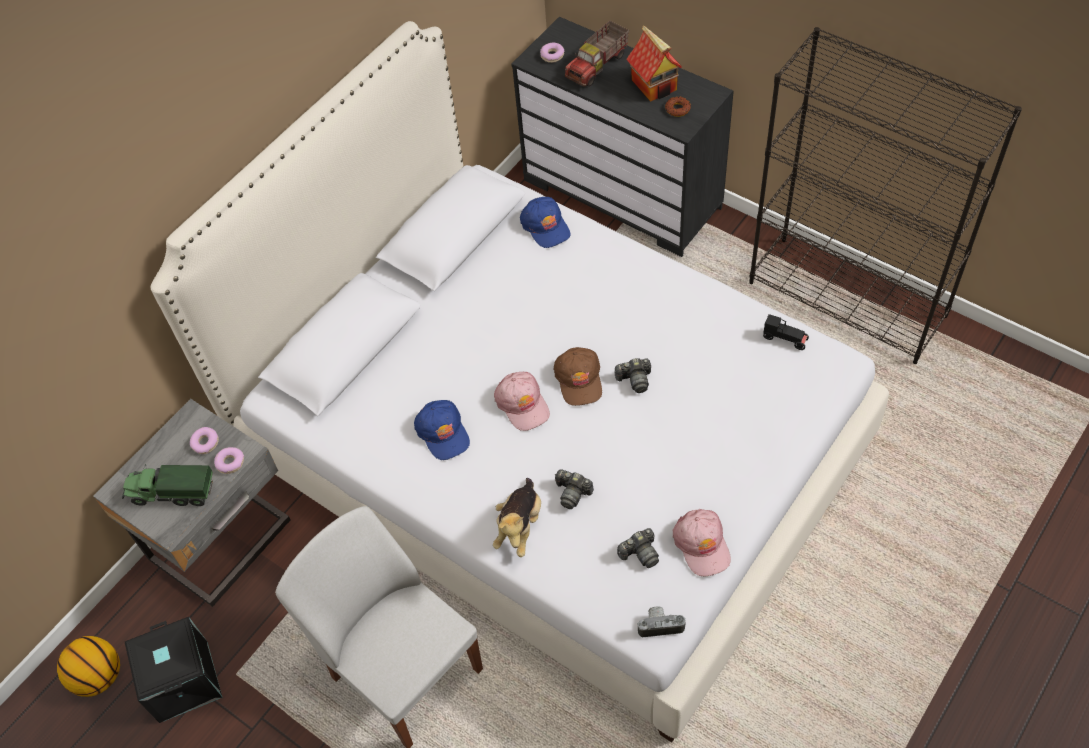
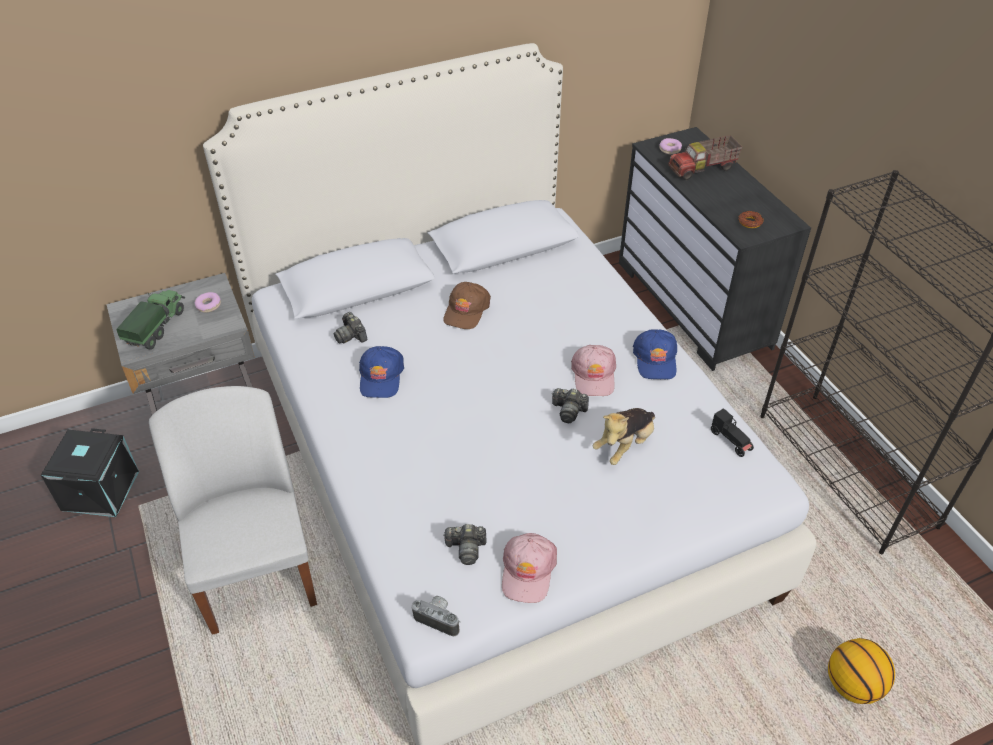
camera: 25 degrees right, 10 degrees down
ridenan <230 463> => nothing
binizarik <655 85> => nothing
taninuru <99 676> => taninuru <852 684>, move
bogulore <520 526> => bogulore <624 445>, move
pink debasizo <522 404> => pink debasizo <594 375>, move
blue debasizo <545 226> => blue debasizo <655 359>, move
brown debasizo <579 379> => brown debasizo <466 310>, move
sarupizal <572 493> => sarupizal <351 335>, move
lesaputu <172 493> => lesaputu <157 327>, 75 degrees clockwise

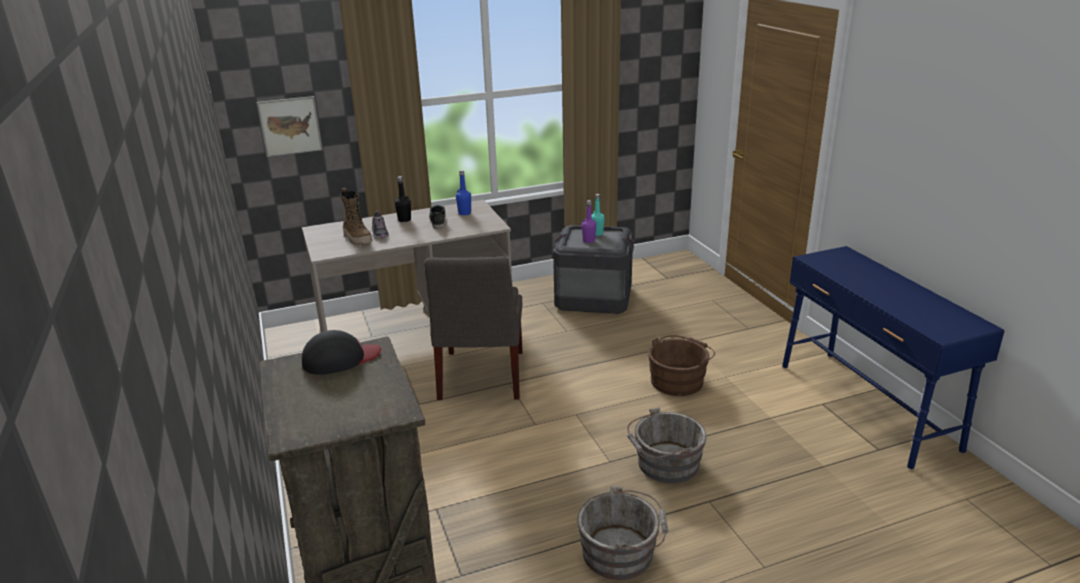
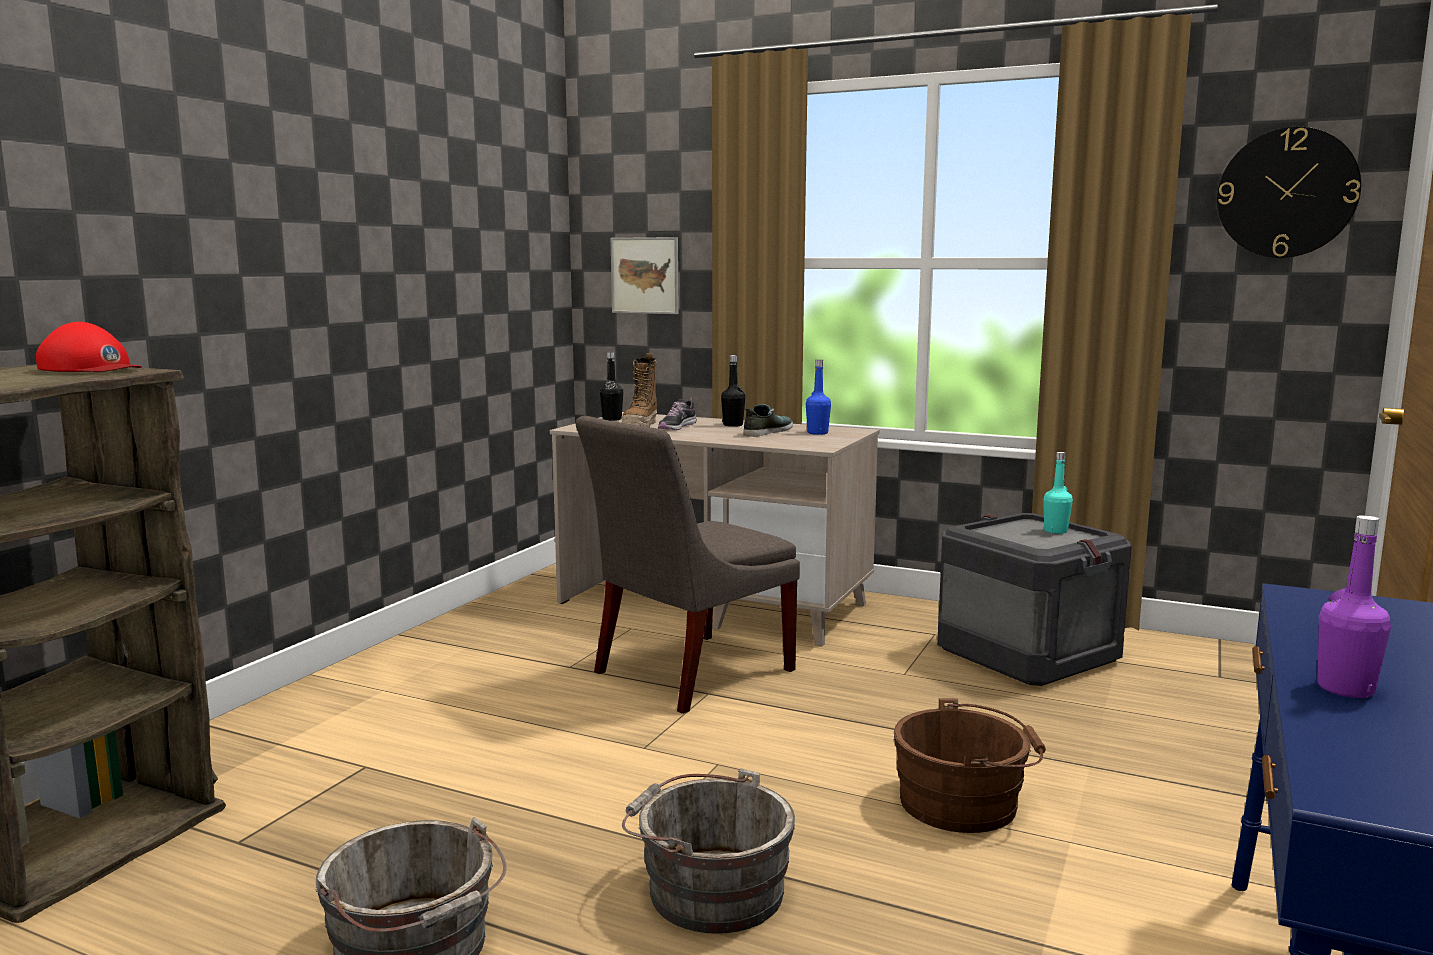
camera: 45 degrees right, 15 degrees down
nothing => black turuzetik <612 419>
nothing => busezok <1286 193>
purple turuzetik <588 240> => purple turuzetik <1345 689>, move
black debasizo <340 359> => red debasizo <91 368>

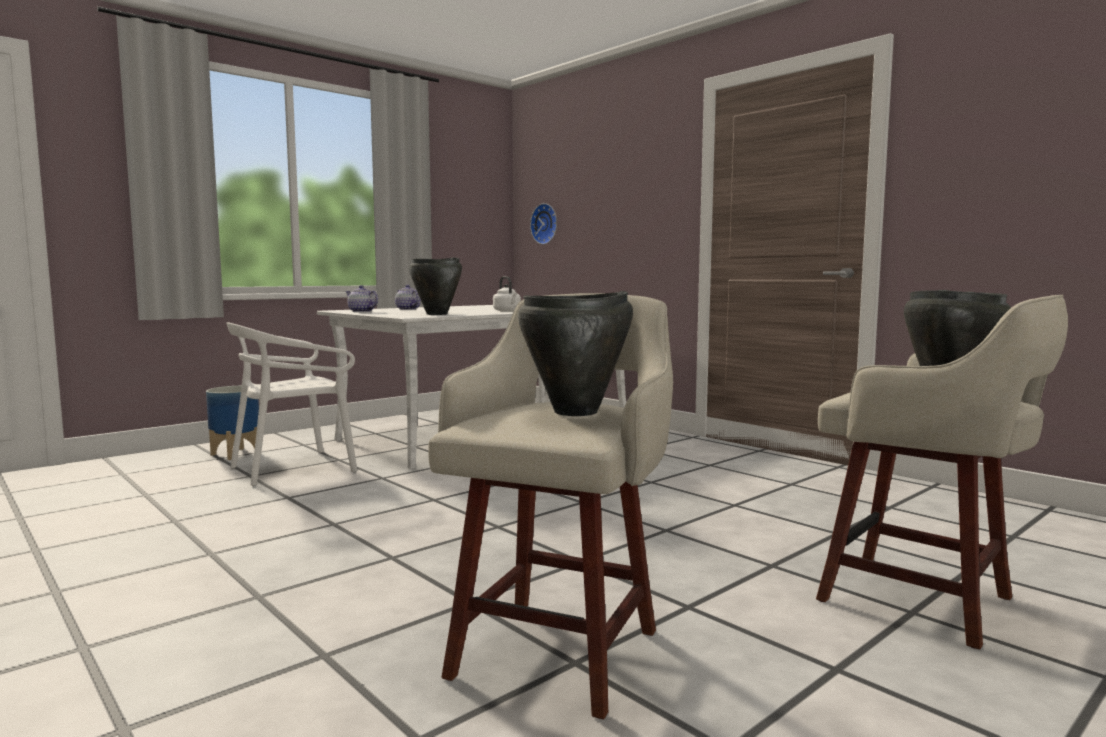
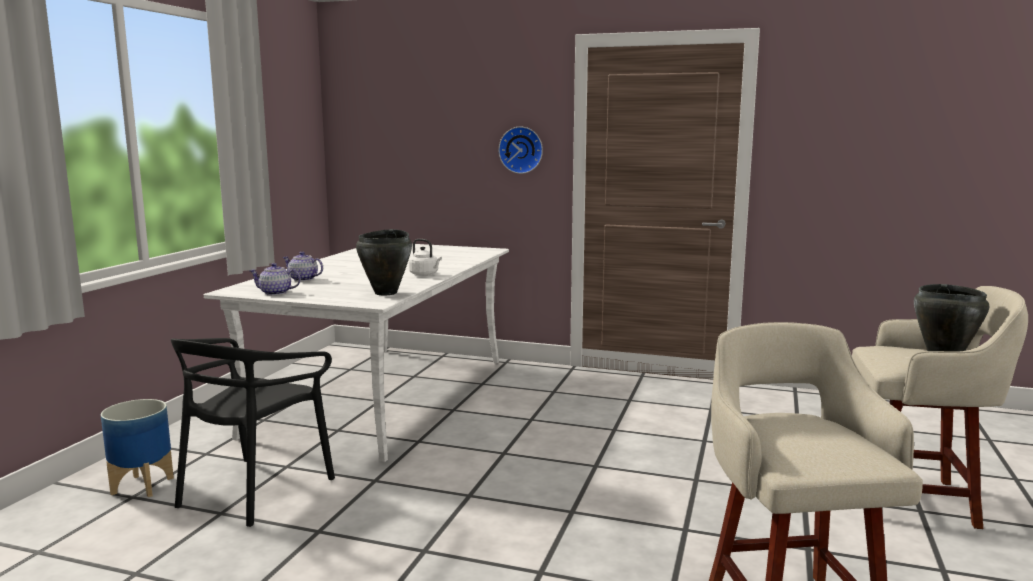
camera: 30 degrees left, 5 degrees up
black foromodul <576 412> => nothing
busezok <546 224> => busezok <521 150>, move
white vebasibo <294 468> => black vebasibo <255 490>

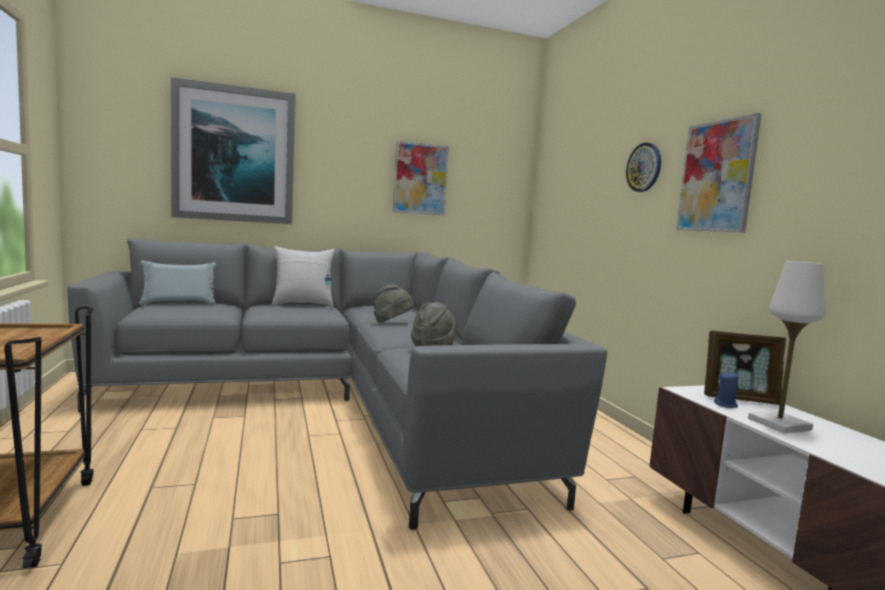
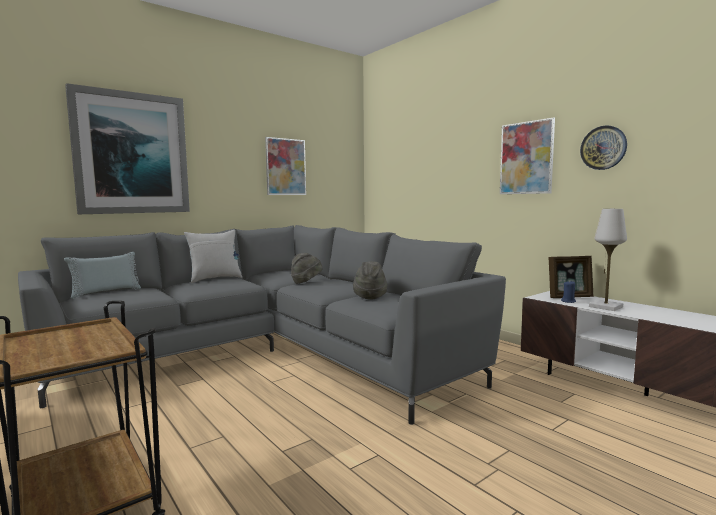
camera: 20 degrees left, 0 degrees up
busezok <644 167> => busezok <603 148>, move

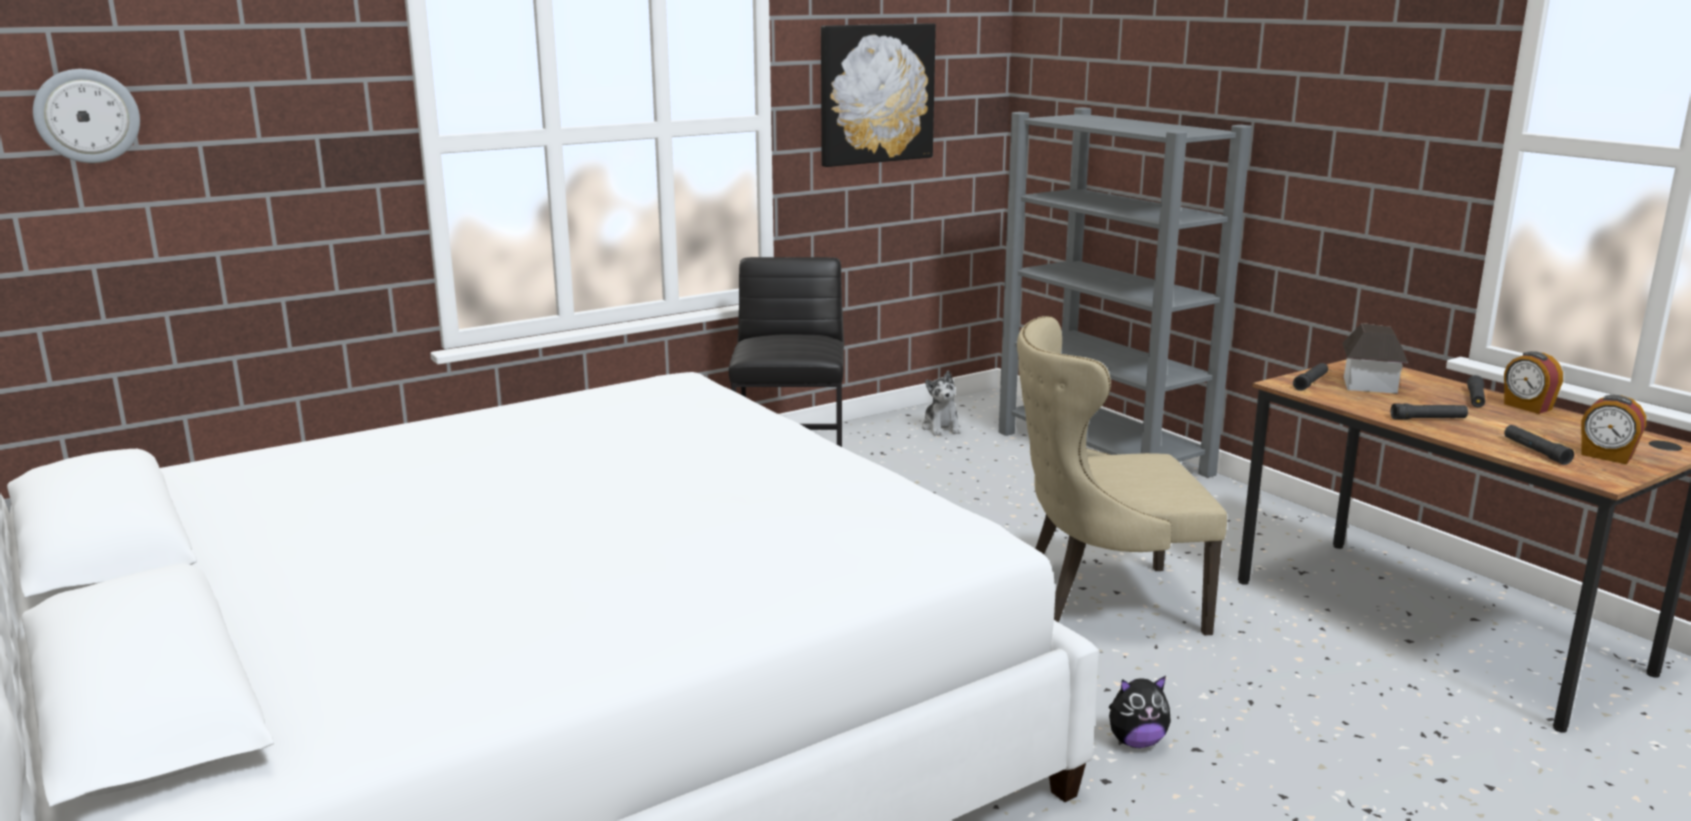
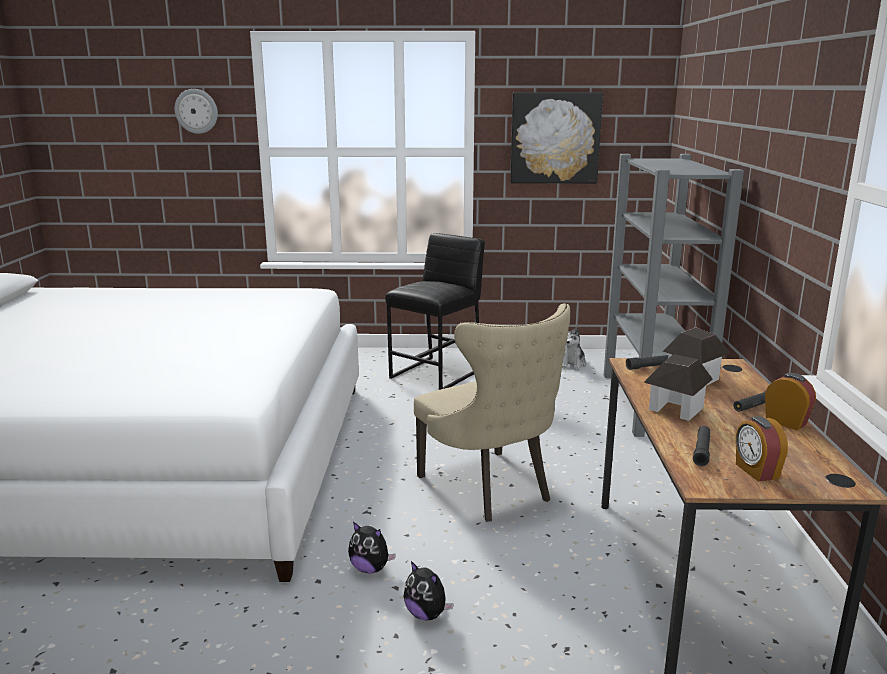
camera: 35 degrees right, 0 degrees up
nothing => bogulore <427 614>
busezok <87 116> => busezok <196 111>, move
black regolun <1428 419> => binizarik <675 409>
beige vebasibo <1102 603> => beige vebasibo <490 488>, 150 degrees counterclockwise
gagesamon <1527 407> => gagesamon <786 422>, 135 degrees clockwise

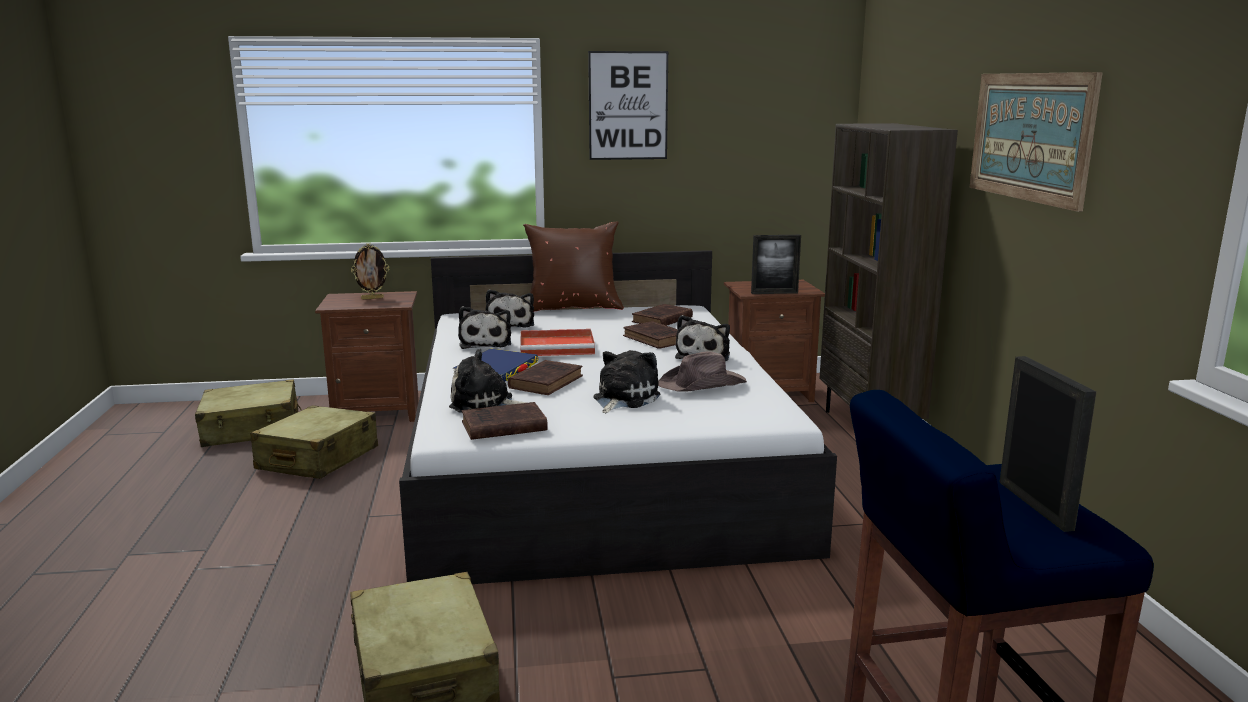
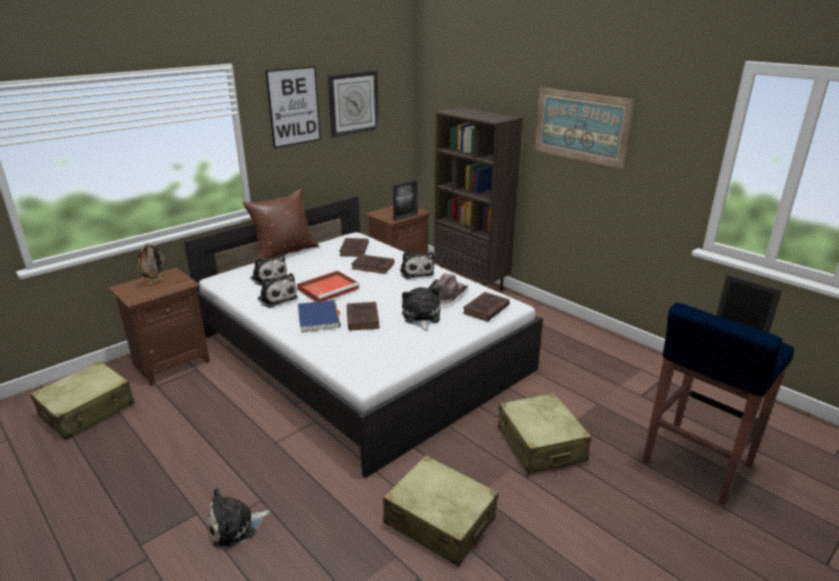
camera: 35 degrees left, 10 degrees up
nothing => busezok <353 103>
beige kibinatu <317 459> => beige kibinatu <540 444>, move
bogulore <486 404> => bogulore <235 526>, move
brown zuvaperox <501 427> => brown zuvaperox <485 310>, move

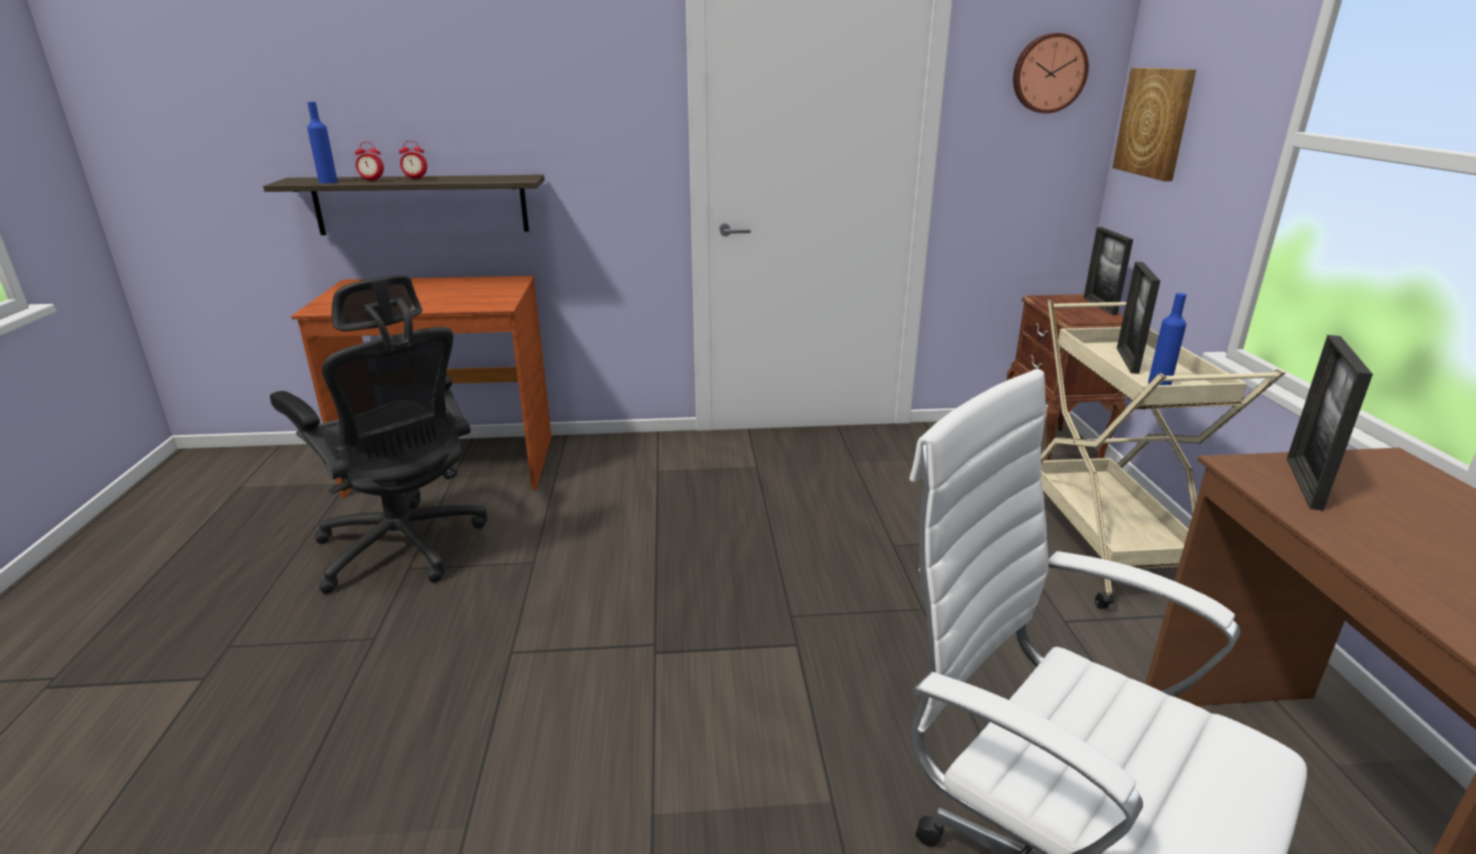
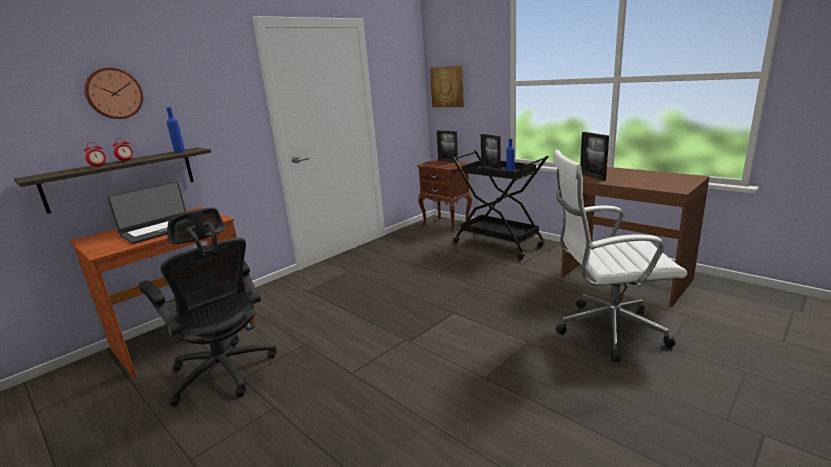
camera: 40 degrees left, 5 degrees down
nothing => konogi <161 230>
blue turuzetik <328 182> => blue turuzetik <179 152>, move
busezok <1048 73> => busezok <113 93>, move
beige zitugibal <1098 547> => black zitugibal <498 245>
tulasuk <404 551> => tulasuk <224 375>, 45 degrees clockwise

